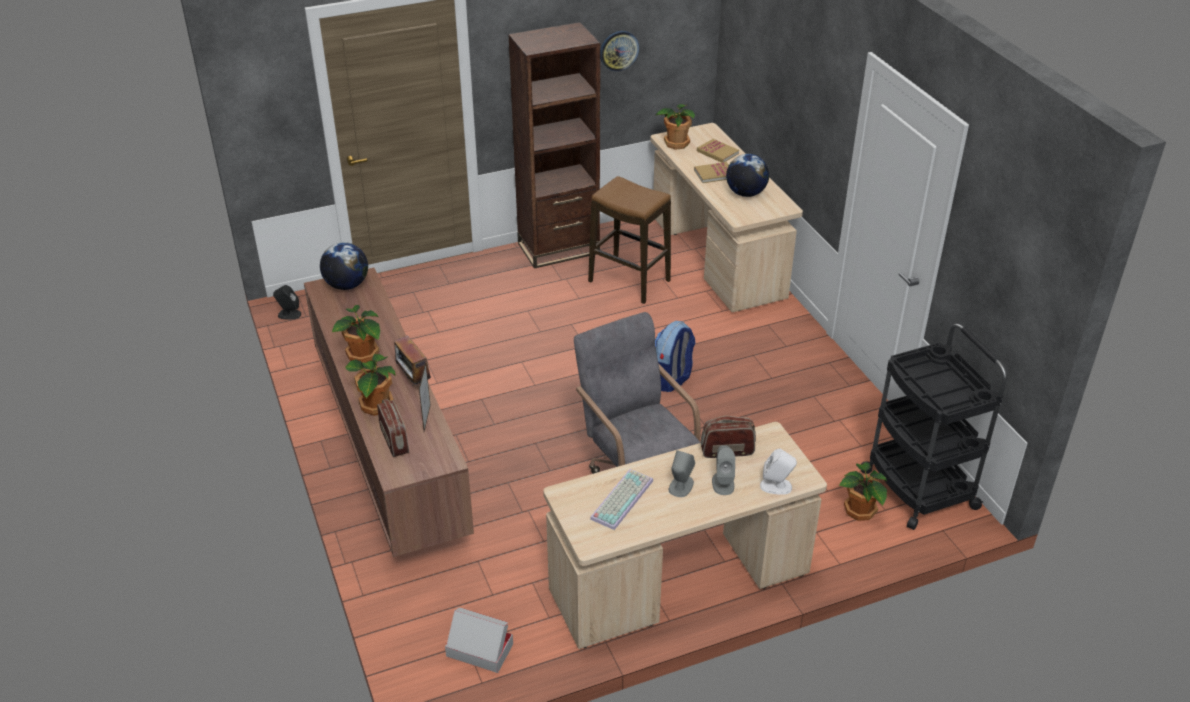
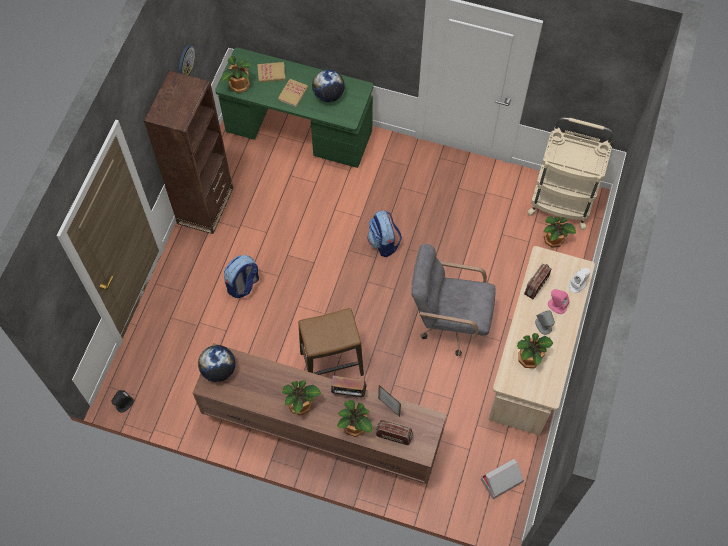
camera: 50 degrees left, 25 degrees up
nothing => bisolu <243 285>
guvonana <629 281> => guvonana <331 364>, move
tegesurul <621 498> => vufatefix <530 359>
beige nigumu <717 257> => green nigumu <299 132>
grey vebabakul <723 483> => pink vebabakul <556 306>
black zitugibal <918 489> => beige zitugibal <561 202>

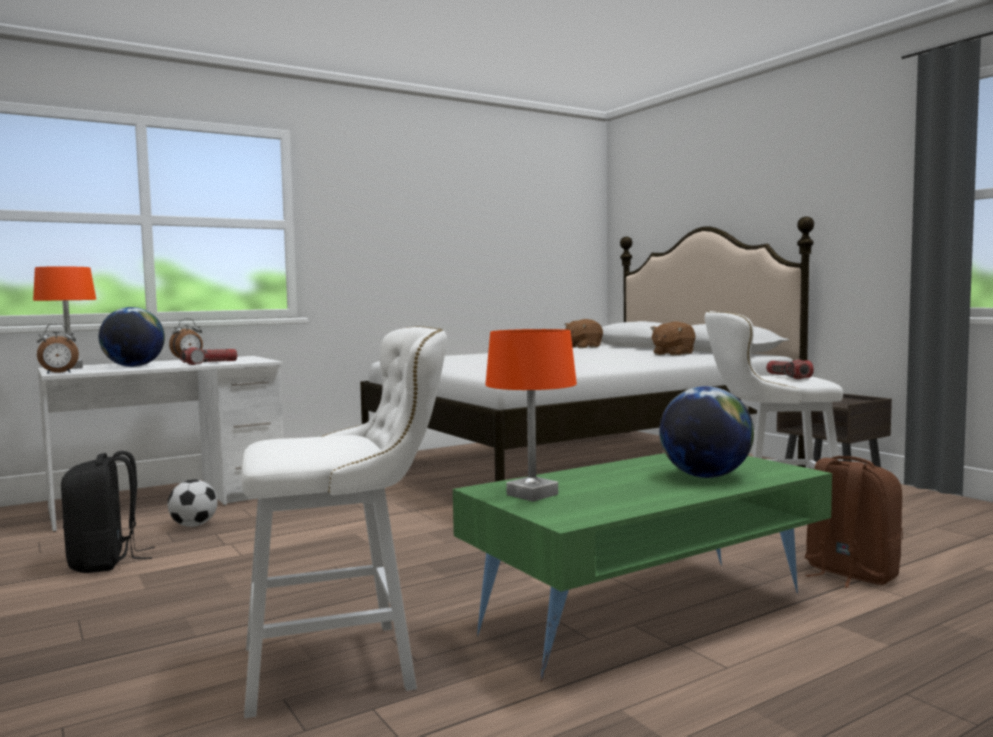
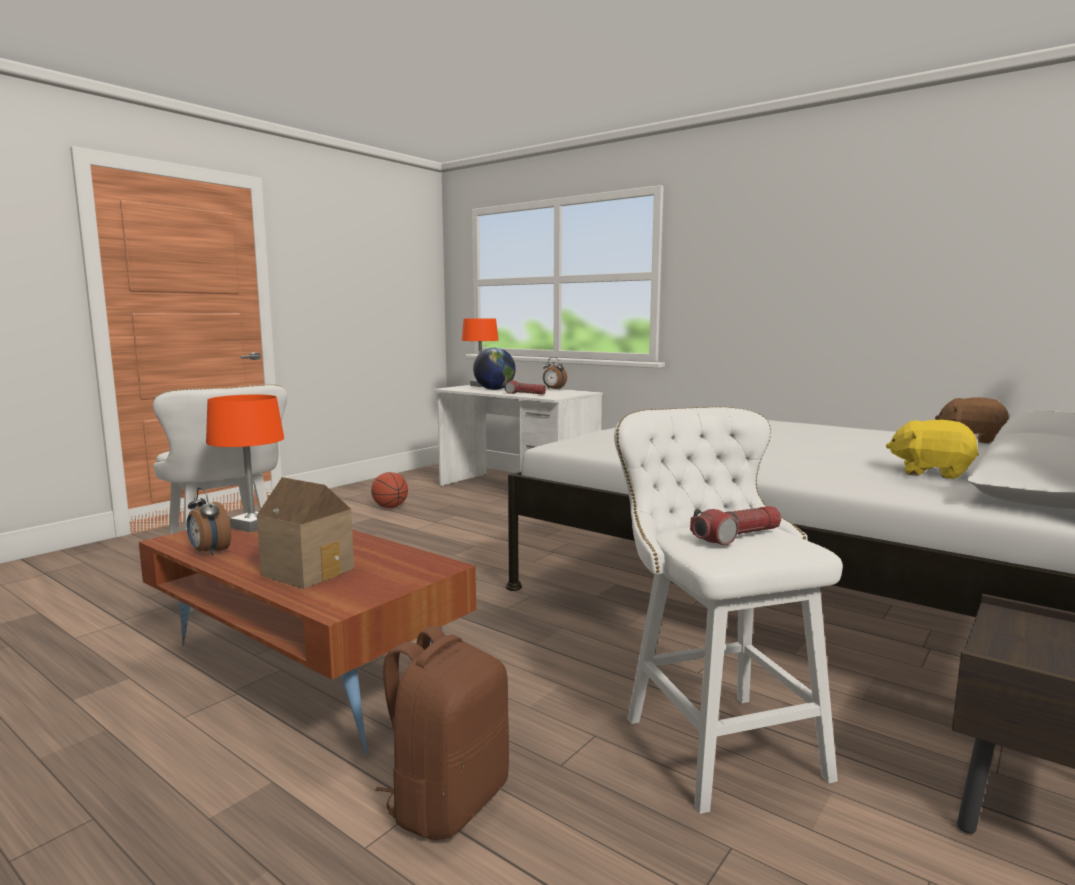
camera: 70 degrees right, 5 degrees up
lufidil <193 525> => nothing
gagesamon <59 373> => gagesamon <209 552>, move
black bisolu <105 562> => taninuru <390 507>
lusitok <705 476> => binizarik <311 571>
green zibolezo <647 614> => brown zibolezo <304 674>
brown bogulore <672 354> => yellow bogulore <931 473>

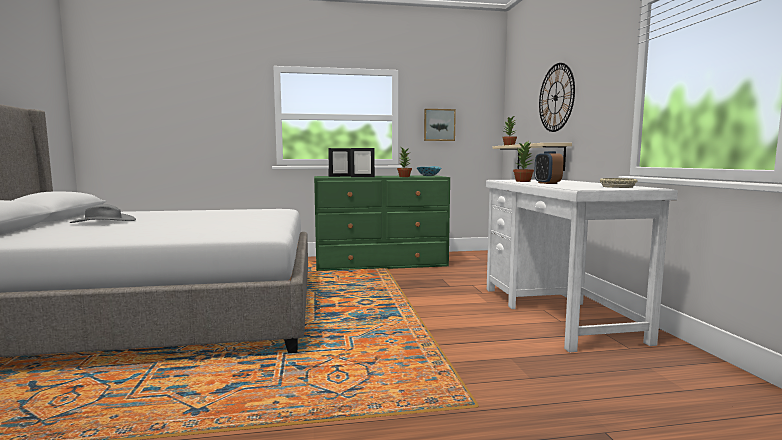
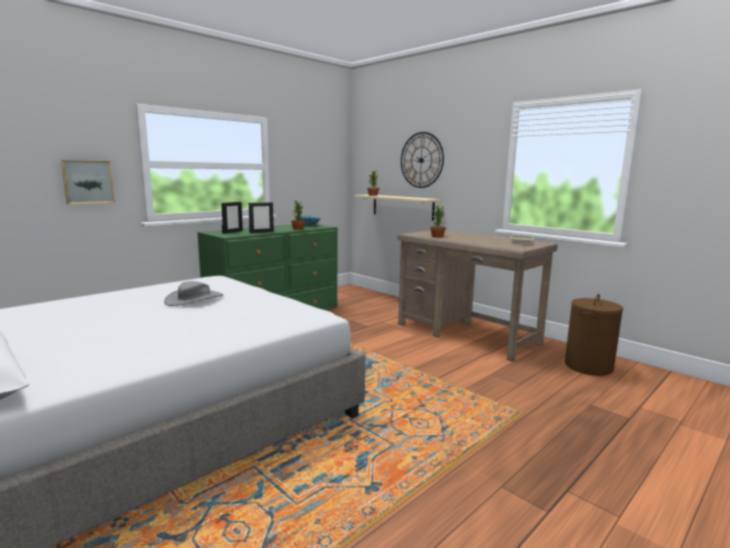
camera: 35 degrees left, 5 degrees up
gagesamon <547 183> => nothing
nothing => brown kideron <588 366>
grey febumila <103 221> => grey febumila <194 299>, move
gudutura <439 125> => gudutura <88 182>, move
white nigumu <558 313> => brown nigumu <467 333>

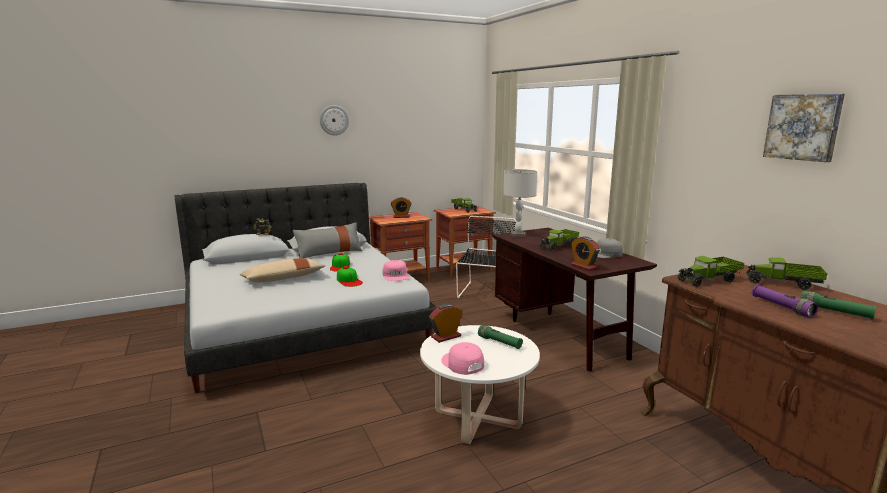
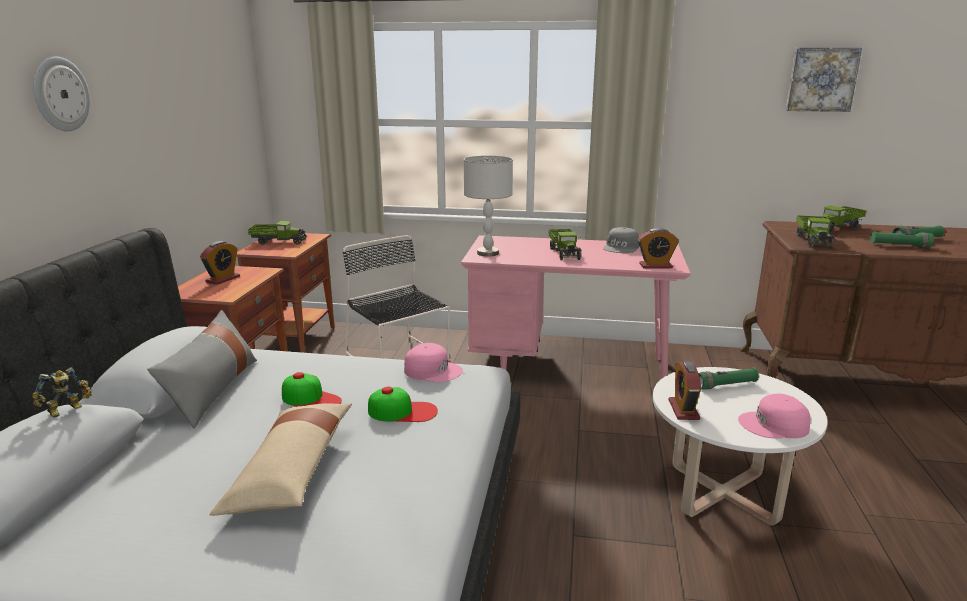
camera: 55 degrees left, 5 degrees up
brown nigumu <560 334> => pink nigumu <569 365>
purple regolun <781 307> => green regolun <899 246>

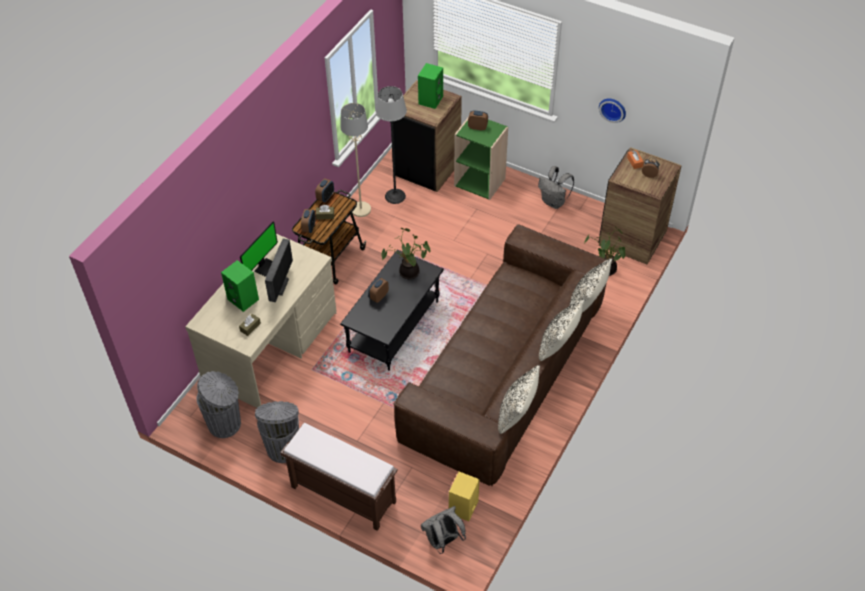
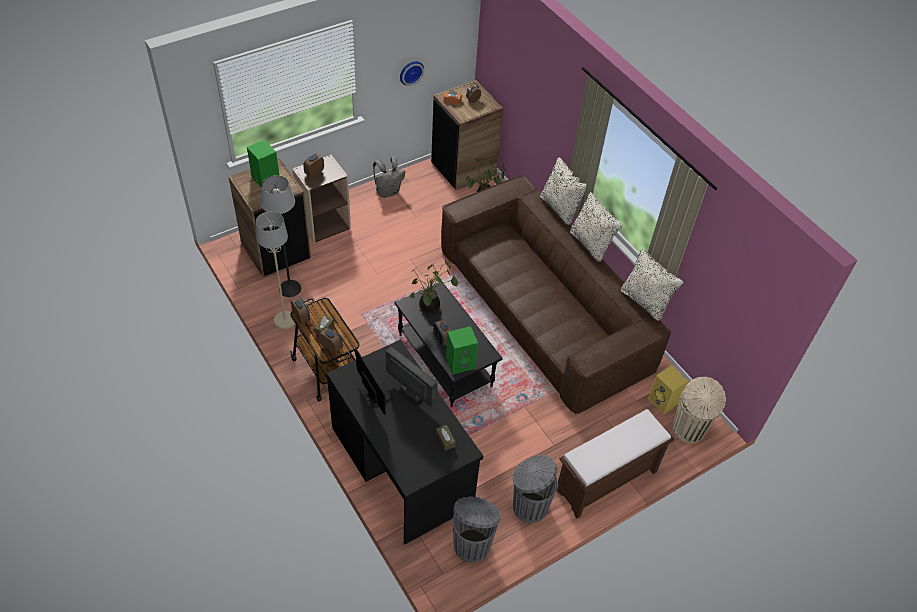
camera: 65 degrees left, 0 degrees up
green vebabakul <244 299> => green vebabakul <460 362>, move
grey bisolu <443 541> => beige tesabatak <688 430>
beige nigumu <271 346> => black nigumu <402 465>
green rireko <480 182> => brown rireko <325 224>

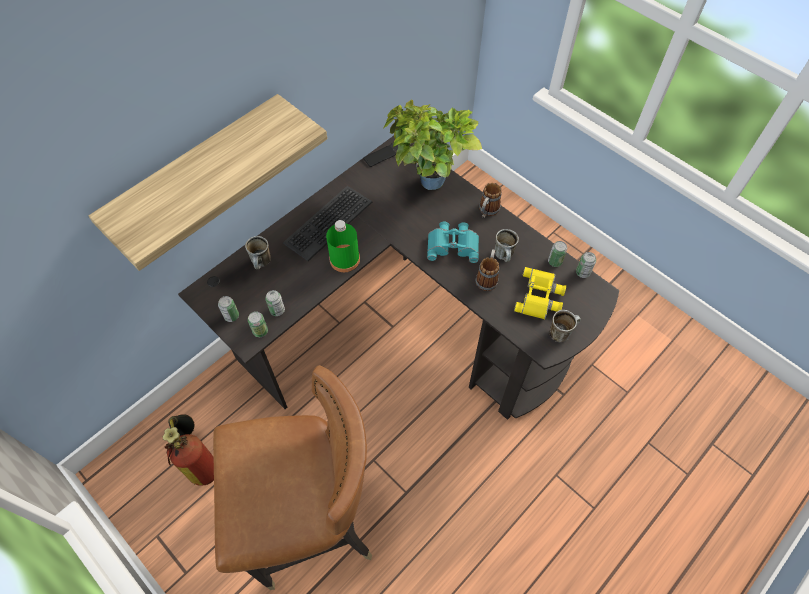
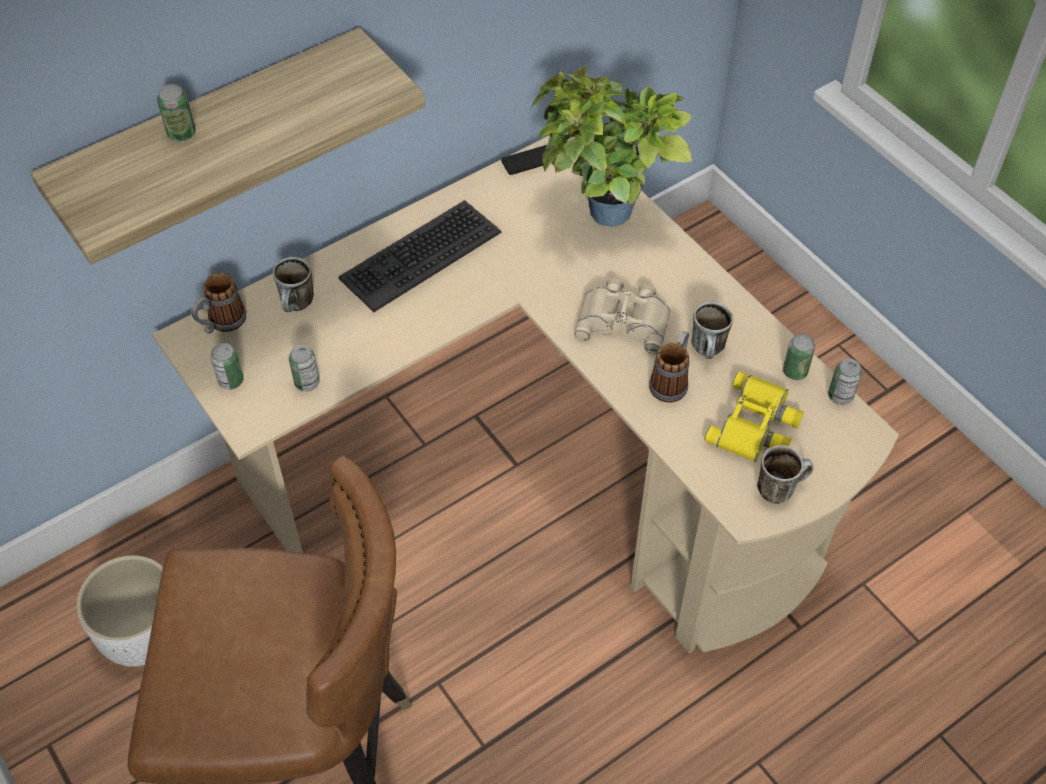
camera: 10 degrees right, 5 degrees down
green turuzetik <344 259> => nothing
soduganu <260 331> => soduganu <181 133>, move
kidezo <487 211> => kidezo <221 324>, move
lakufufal <201 460> => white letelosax <144 635>
black nigumu <404 326> => beige nigumu <538 467>
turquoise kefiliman <453 244> => beige kefiliman <624 319>

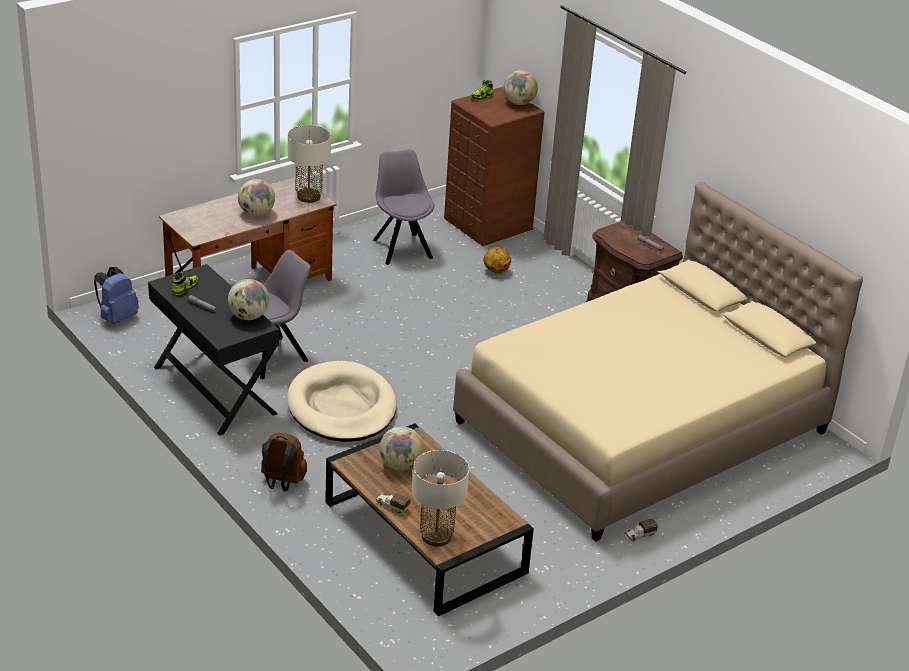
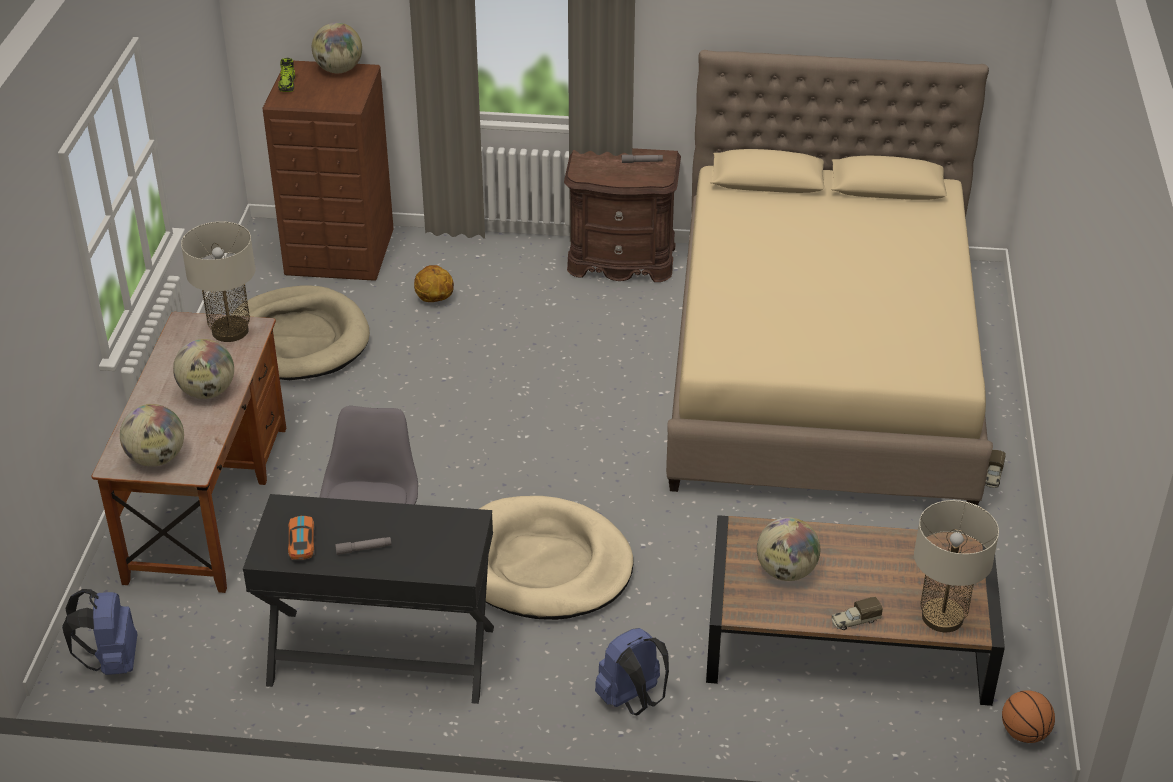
camera: 45 degrees left, 5 degrees up
nothing => taninuru <1024 733>
lusitok <248 316> => lusitok <156 459>, move
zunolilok <185 288> => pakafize <301 542>
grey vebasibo <401 249> => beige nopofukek <298 339>
brown bisolu <282 483> => blue bisolu <632 700>

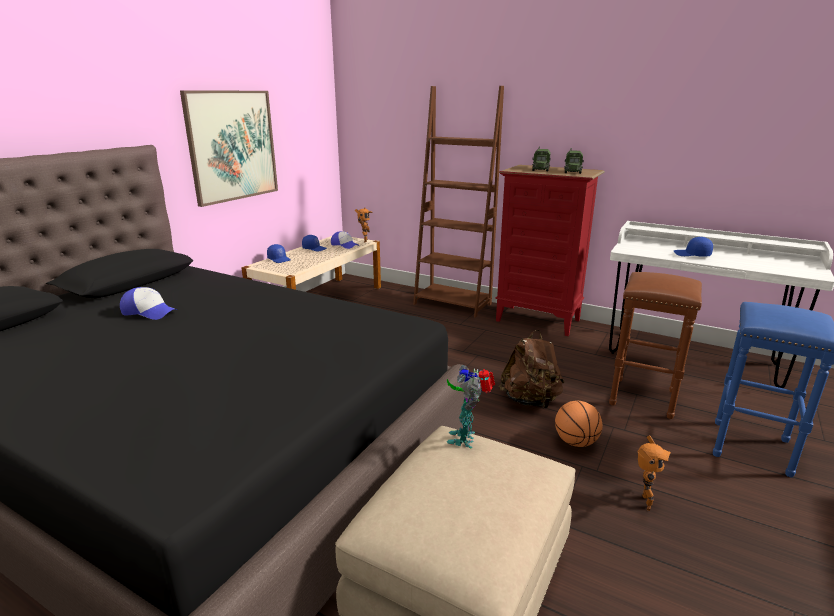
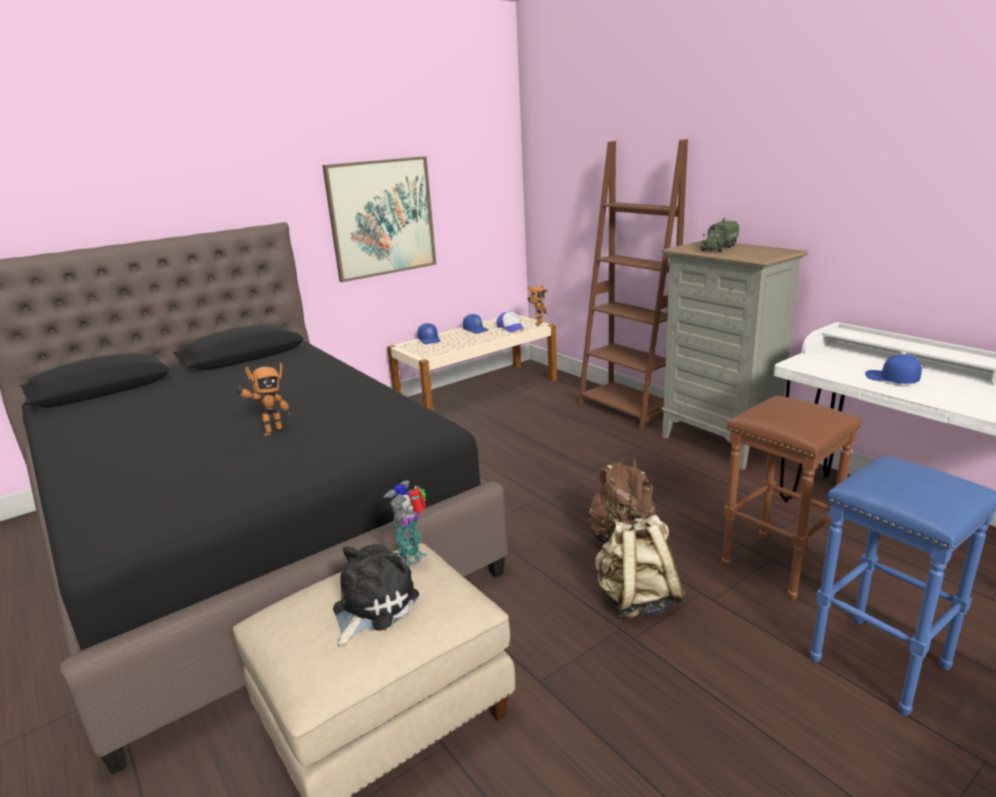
camera: 25 degrees right, 0 degrees up
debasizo <149 312> => nothing
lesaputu <572 171> => nothing
nothing => bogulore <371 606>
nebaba <643 502> => nebaba <271 431>, move
taninuru <575 442> => beige bisolu <636 600>
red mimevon <538 321> => grey mimevon <718 445>

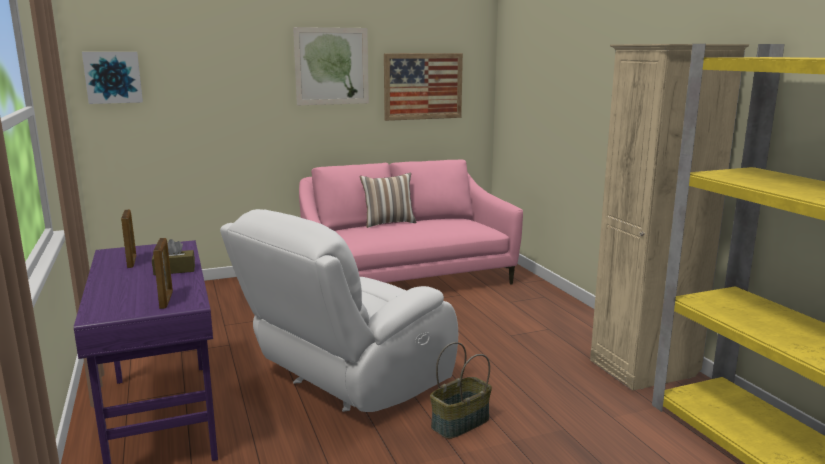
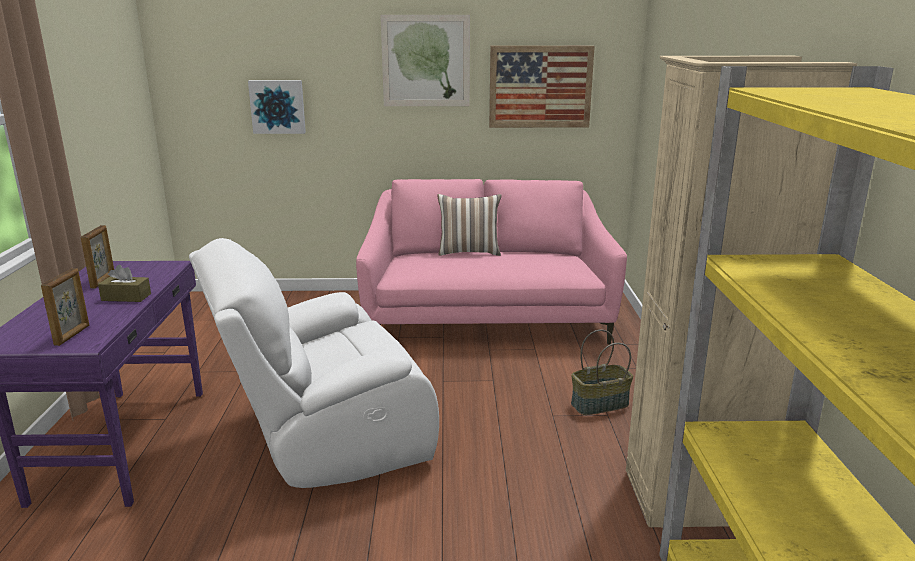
camera: 20 degrees right, 5 degrees up
gudutura <113 77> => gudutura <278 106>, move
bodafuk <460 423> => bodafuk <599 405>, move

